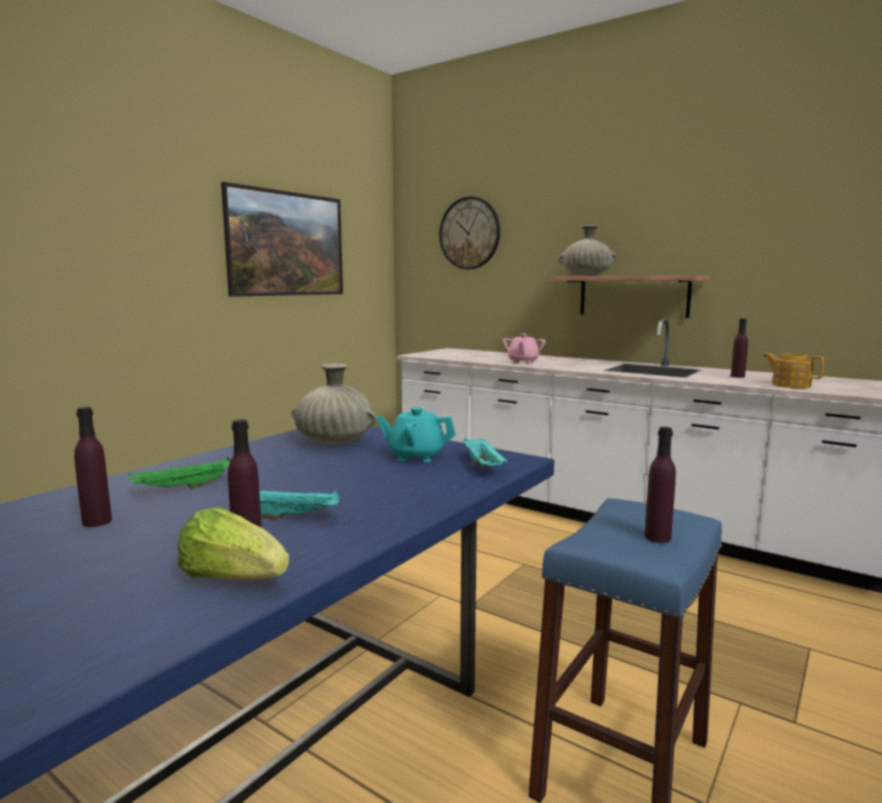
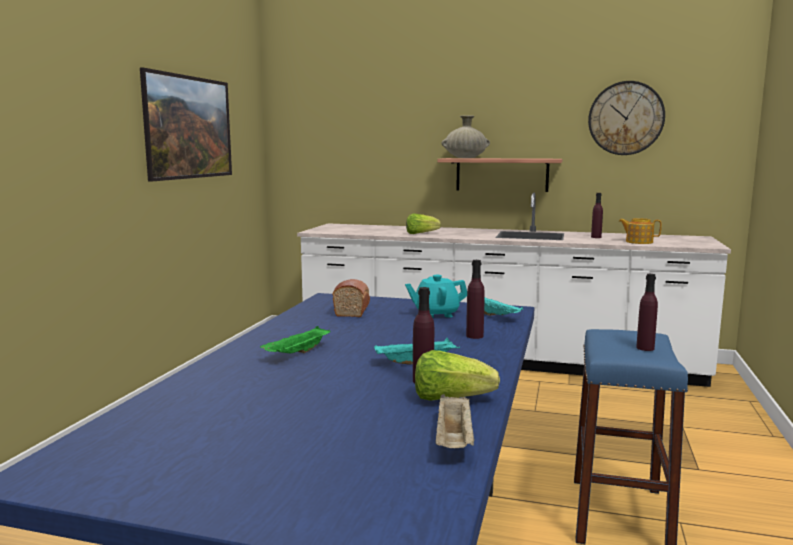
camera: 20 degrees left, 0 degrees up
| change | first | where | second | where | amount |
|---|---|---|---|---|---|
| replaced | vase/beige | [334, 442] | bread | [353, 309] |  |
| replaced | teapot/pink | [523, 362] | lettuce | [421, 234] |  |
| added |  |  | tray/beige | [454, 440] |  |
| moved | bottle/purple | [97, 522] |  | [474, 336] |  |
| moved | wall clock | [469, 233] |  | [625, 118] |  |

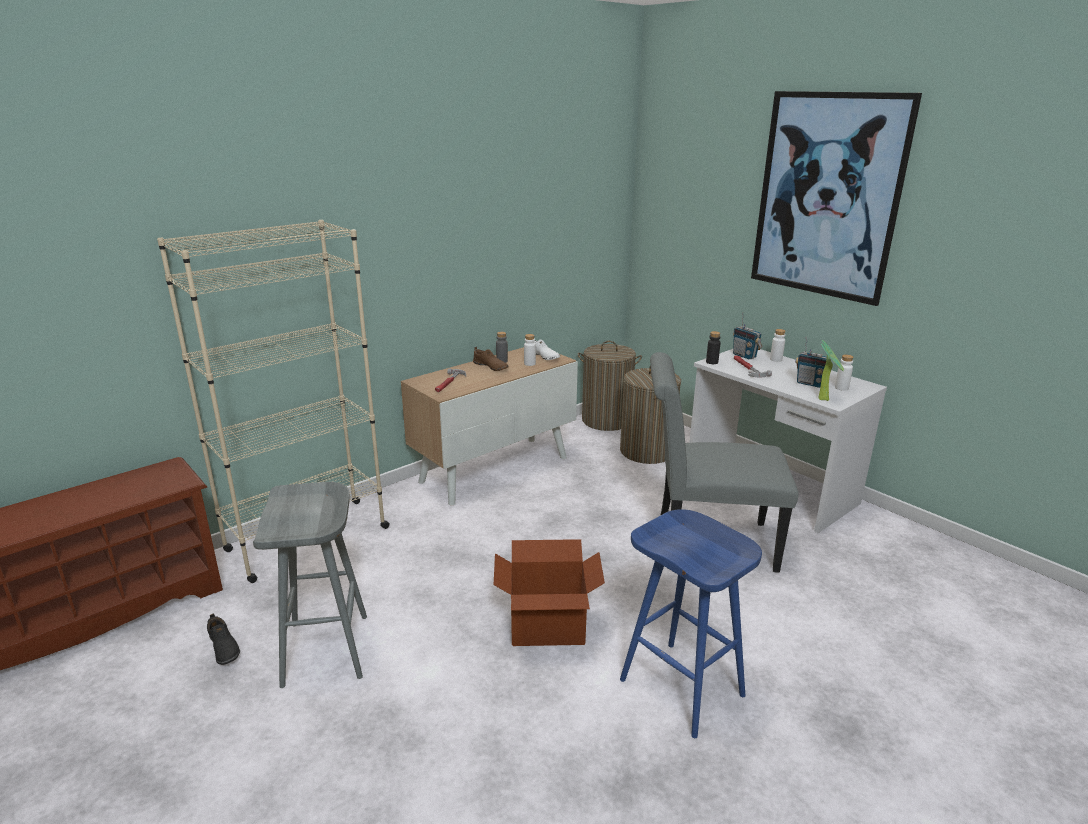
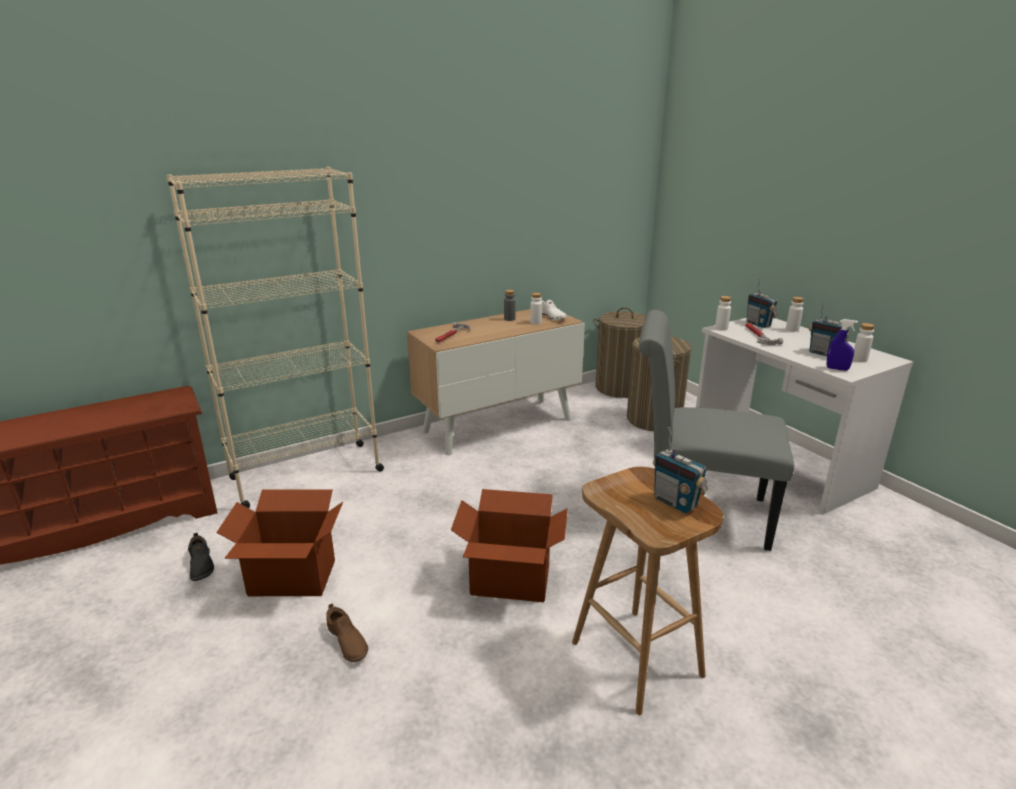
camera: 10 degrees right, 0 degrees up
| change | first | where | second | where | amount |
|---|---|---|---|---|---|
| replaced | stool/grey | [327, 650] | cardboard box | [292, 579] |  |
| moved | shoe/brown | [490, 367] |  | [346, 642] |  |
| recoloured | stool/blue | [683, 687] | stool/brown | [638, 659] |  |
| added |  |  | radio | [675, 502] |  |
| recoloured | bottle/black | [712, 362] | bottle/white | [721, 328] |  |
| replaced | potted plant | [824, 399] | spray bottle/blue | [837, 369] |  |
| removed | picture | [827, 196] |  |  |  |

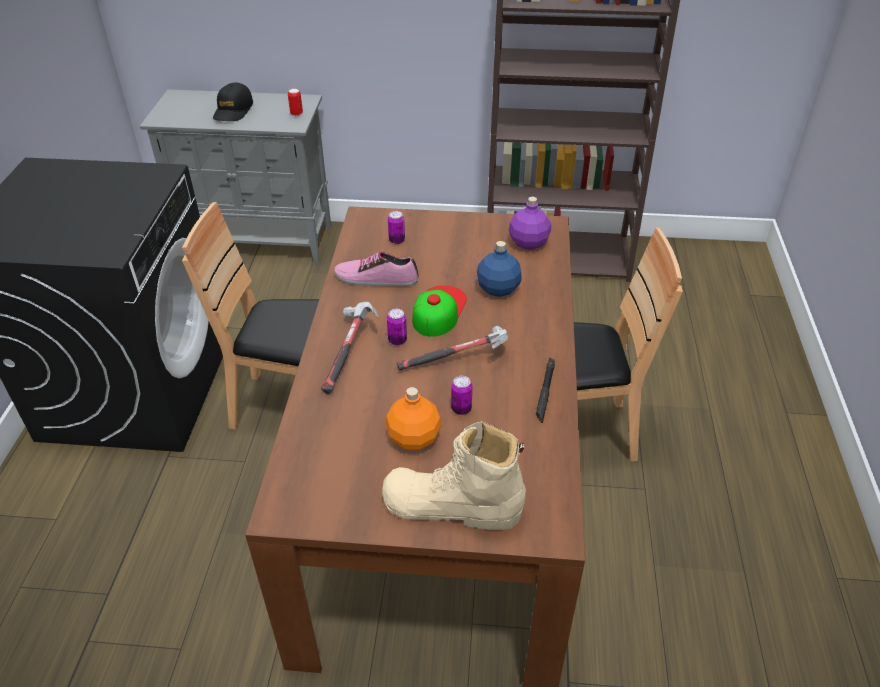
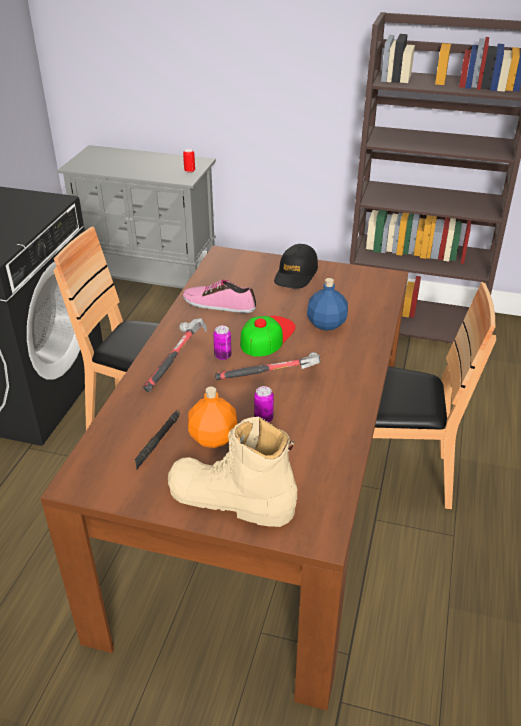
camera: 10 degrees right, 5 degrees down
| change | first | where | second | where | amount |
|---|---|---|---|---|---|
| moved | flashlight/black | [545, 392] |  | [157, 442] |  |
| moved | cap/black | [233, 110] |  | [296, 274] |  |
| removed | can | [397, 240] |  |  |  |
| removed | bottle/purple | [528, 243] |  |  |  |

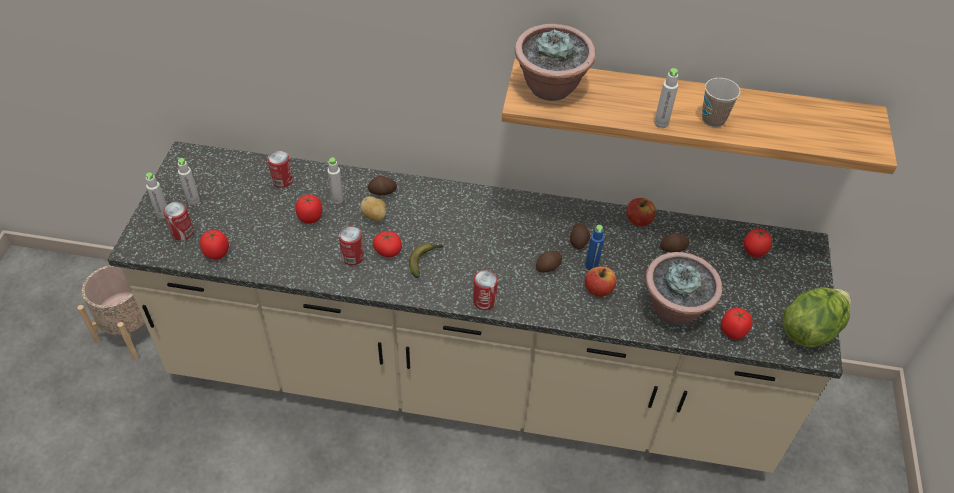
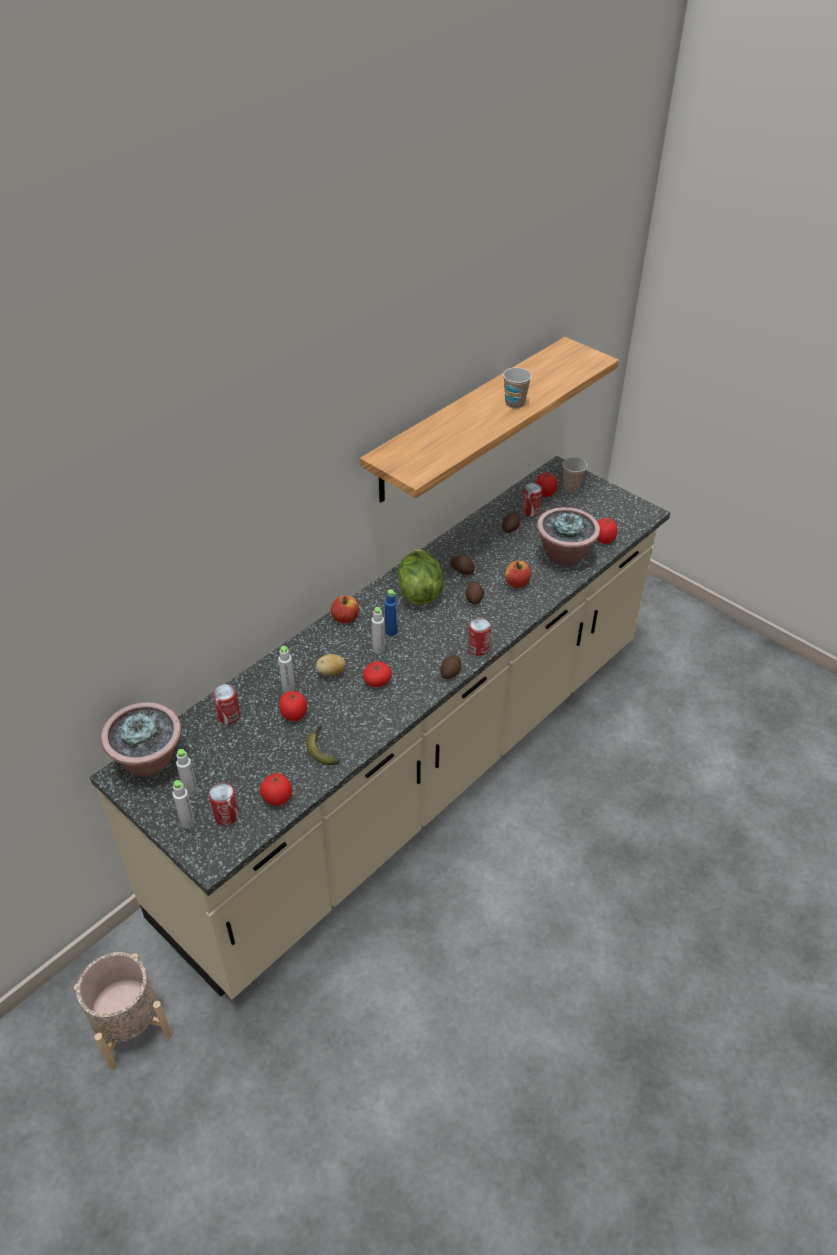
camera: 55 degrees left, 5 degrees down
| change | first | where | second | where | amount |
|---|---|---|---|---|---|
| moved | potted plant | [551, 88] |  | [149, 761] |  |
| moved | banana | [425, 260] |  | [321, 749] |  |
| moved | apple | [638, 220] |  | [345, 618] |  |
| moved | bottle/grey | [661, 123] |  | [378, 649] |  |
| moved | bottle/blue | [591, 266] |  | [391, 631] |  |
| moved | lettuce | [810, 330] |  | [419, 591] |  |
| moved | potato | [382, 192] |  | [451, 672] |  |
| moved | can | [352, 257] |  | [530, 511] |  |
| added |  |  | cup | [571, 487] |  |

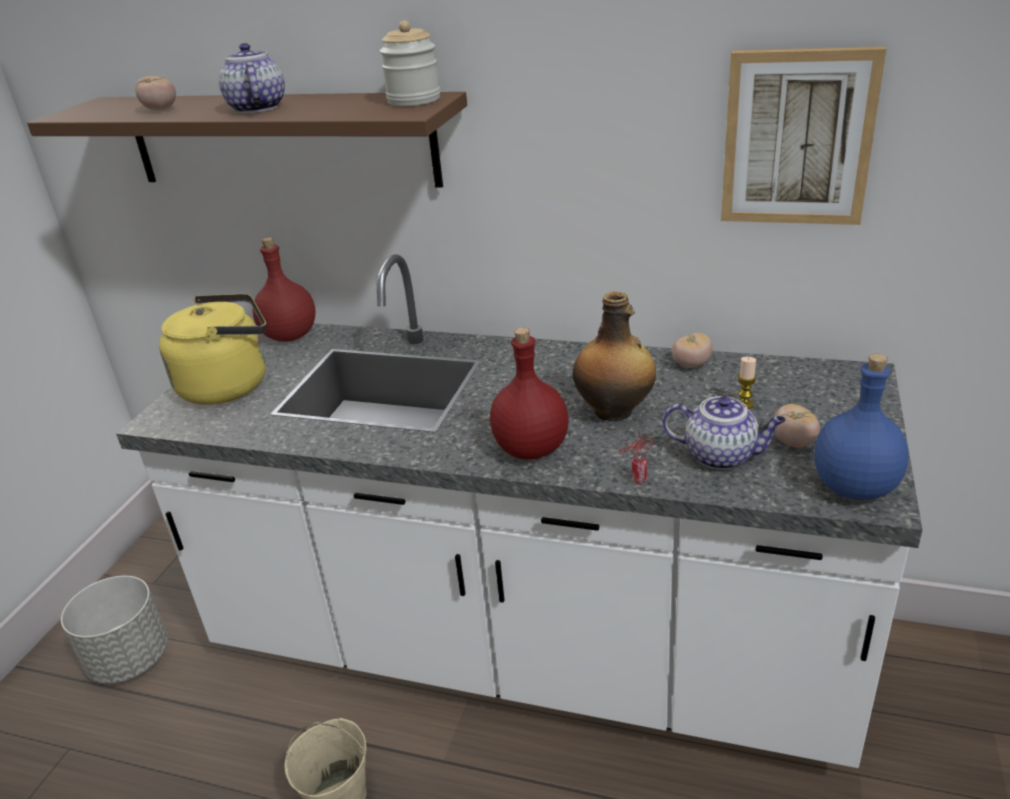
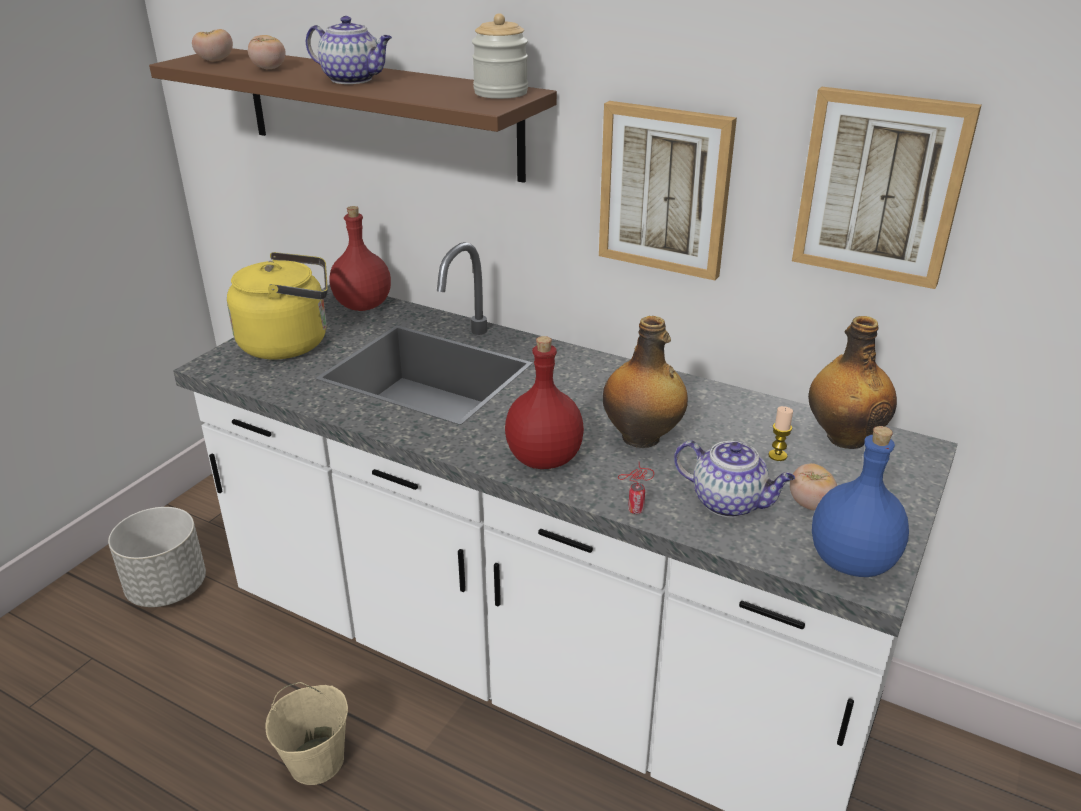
camera: 10 degrees right, 0 degrees up
| change | first | where | second | where | amount |
|---|---|---|---|---|---|
| moved | tomato | [691, 364] |  | [215, 61] |  |
| turned | teapot | [256, 108] |  | [353, 80] | 120 degrees clockwise |
| added |  |  | picture | [665, 189] |  |
| added |  |  | bottle | [844, 437] |  |

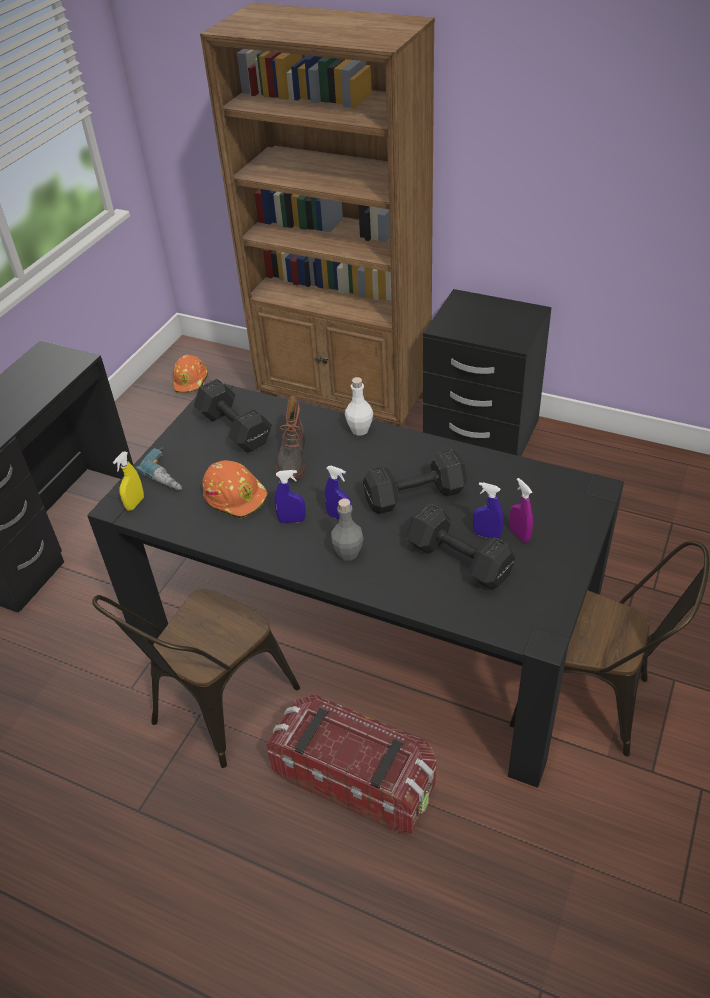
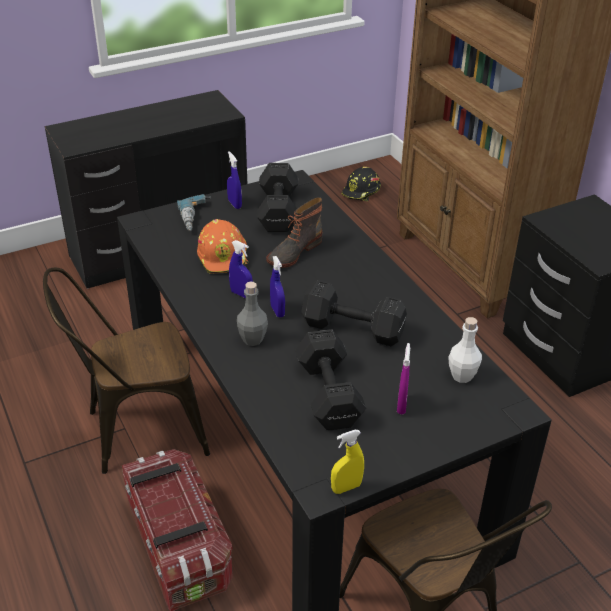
camera: 35 degrees right, 5 degrees down
| change | first | where | second | where | amount |
|---|---|---|---|---|---|
| moved | spray bottle/blue | [487, 535] |  | [234, 204] |  |
| moved | spray bottle/yellow | [135, 503] |  | [346, 487] |  |
| recoloured | hard hat/orange | [191, 381] | hard hat/black | [361, 192] |  |
| moved | bottle/white | [360, 430] |  | [462, 376] |  |

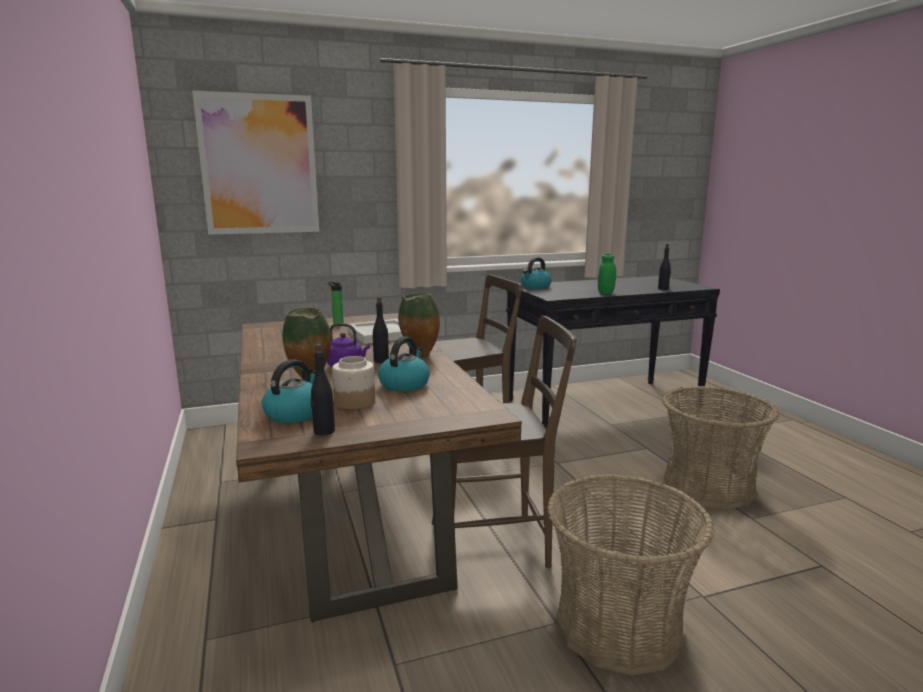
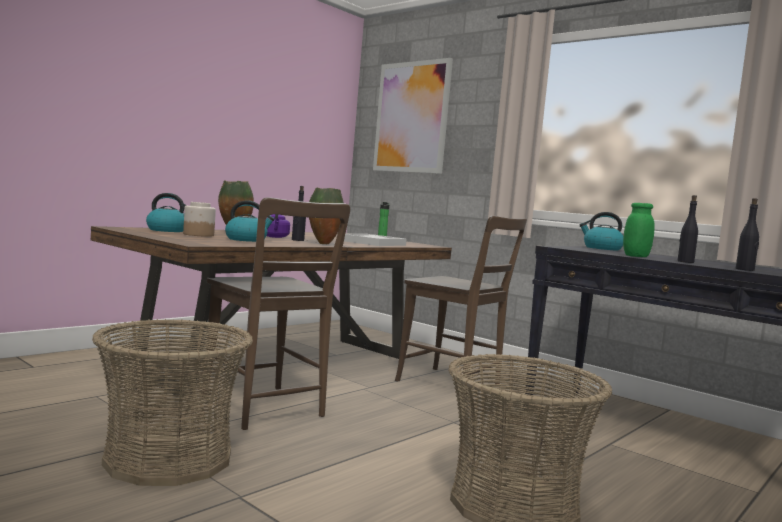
camera: 60 degrees right, 10 degrees down
| change | first | where | second | where | amount |
|---|---|---|---|---|---|
| moved | bottle/black | [323, 431] |  | [685, 262] |  |

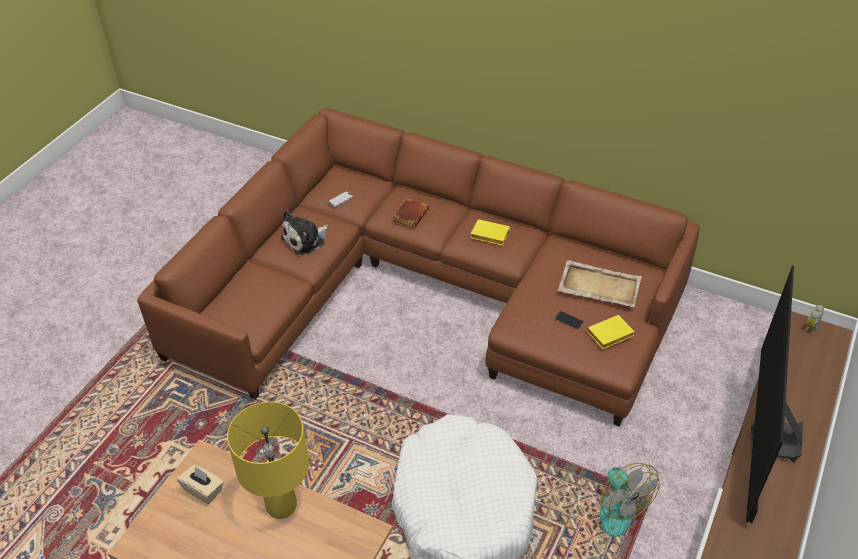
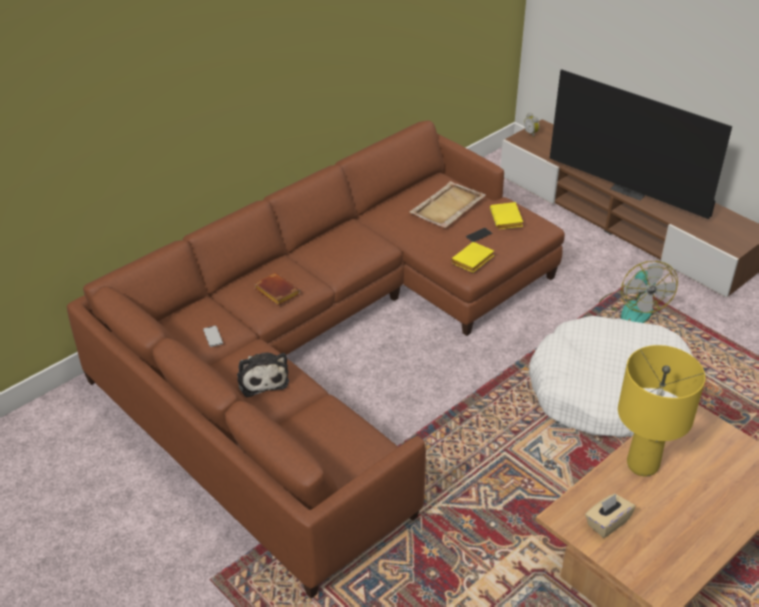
camera: 70 degrees left, 5 degrees down
| change | first | where | second | where | amount |
|---|---|---|---|---|---|
| moved | book/yellow | [488, 235] |  | [472, 261] |  |
| turned | fan | [609, 506] |  | [632, 308] | 90 degrees clockwise |

